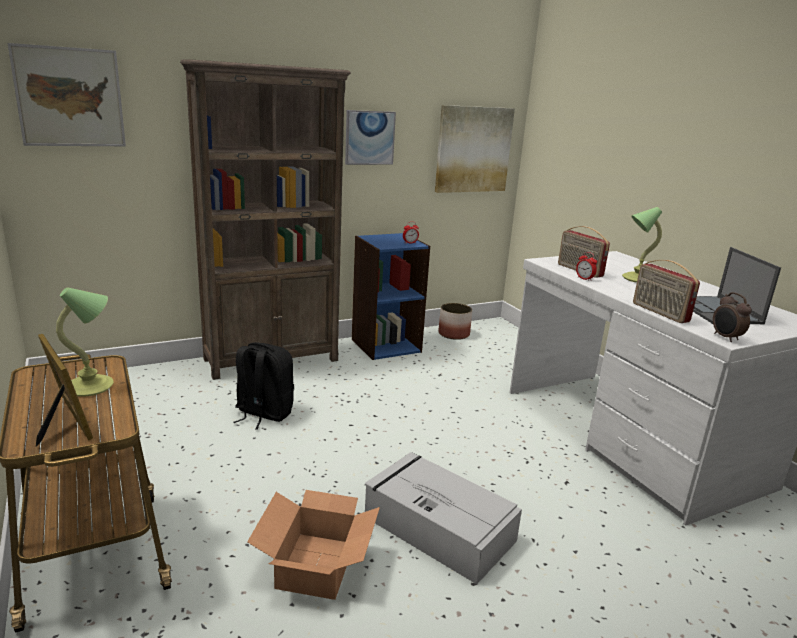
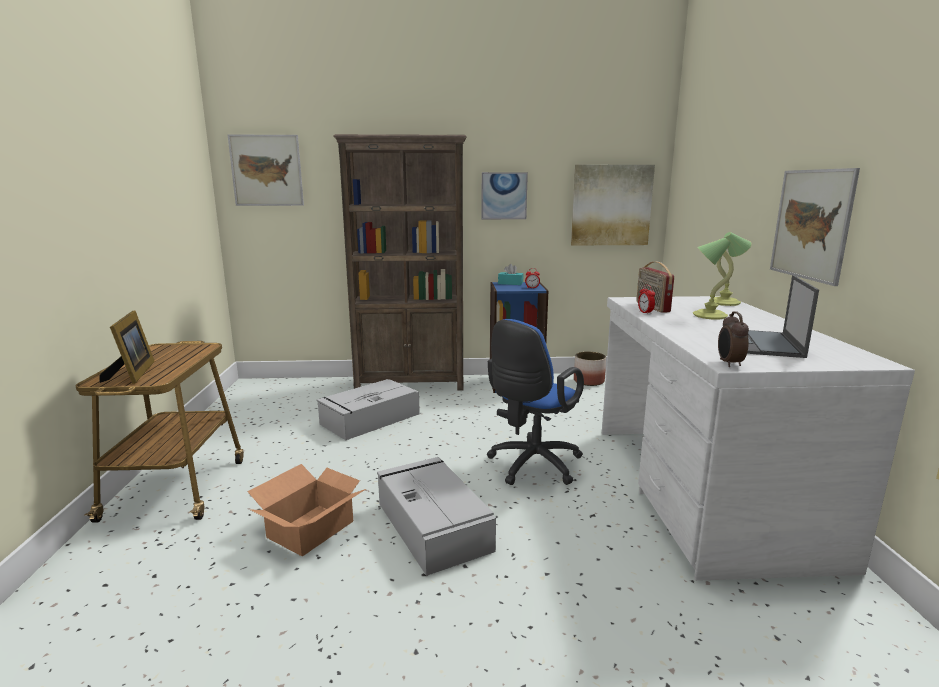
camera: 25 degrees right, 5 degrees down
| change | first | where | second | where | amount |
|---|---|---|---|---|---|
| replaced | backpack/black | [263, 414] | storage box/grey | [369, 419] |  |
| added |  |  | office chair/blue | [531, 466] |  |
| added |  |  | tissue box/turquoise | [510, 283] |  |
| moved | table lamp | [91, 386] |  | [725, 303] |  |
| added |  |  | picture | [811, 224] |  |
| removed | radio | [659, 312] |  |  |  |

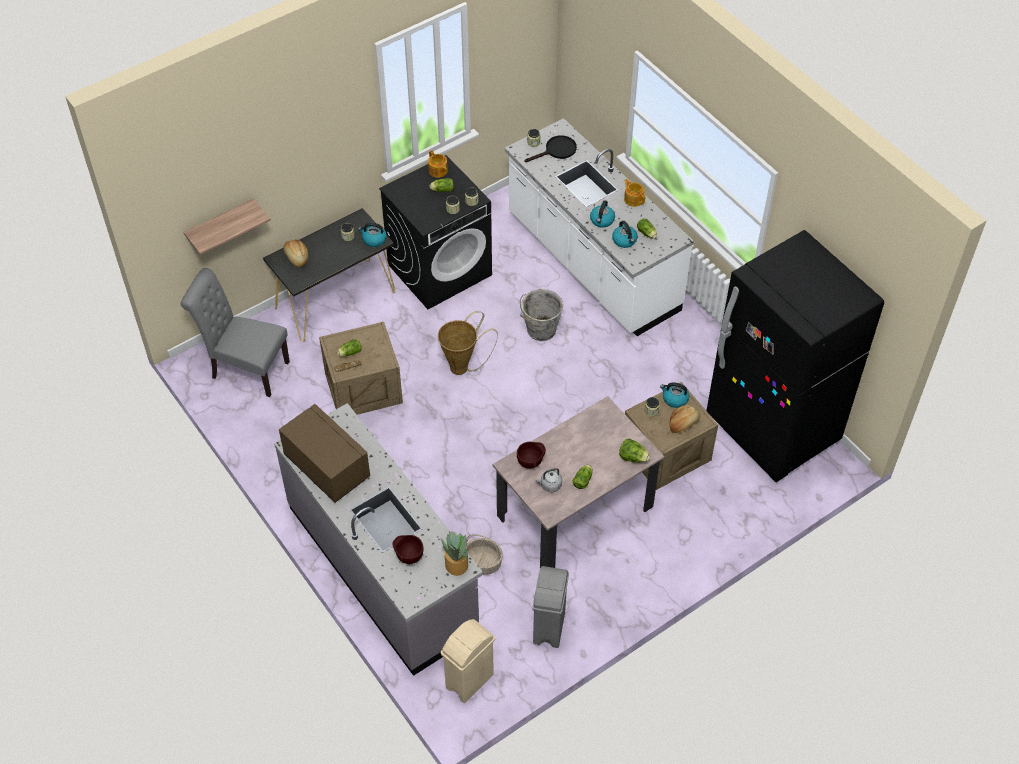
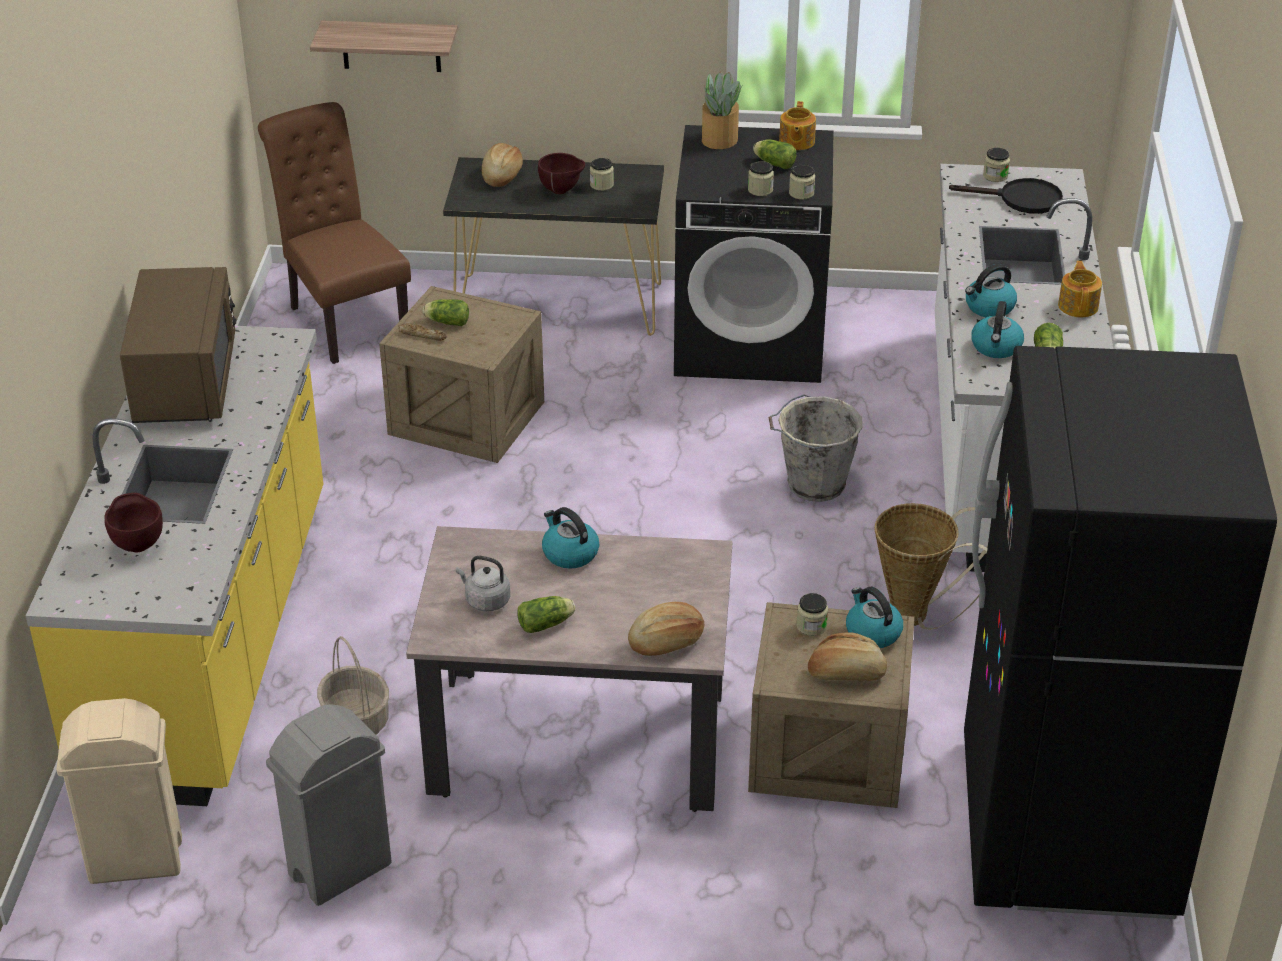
camera: 40 degrees right, 15 degrees down
| change | first | where | second | where | amount |
|---|---|---|---|---|---|
| recoloured | counter/grey | [383, 568] | counter/yellow | [213, 640] |  |
| recoloured | chair/grey | [245, 369] | chair/brown | [344, 319] |  |
| moved | bowl/brown | [531, 462] |  | [562, 191] |  |
| moved | kettle | [374, 240] |  | [569, 553] |  |
| replaced | lettuce | [633, 457] | bread | [667, 642] |  |
| moved | potted plant | [456, 565] |  | [719, 140] |  |
| moved | basket | [463, 366] |  | [918, 616] |  |

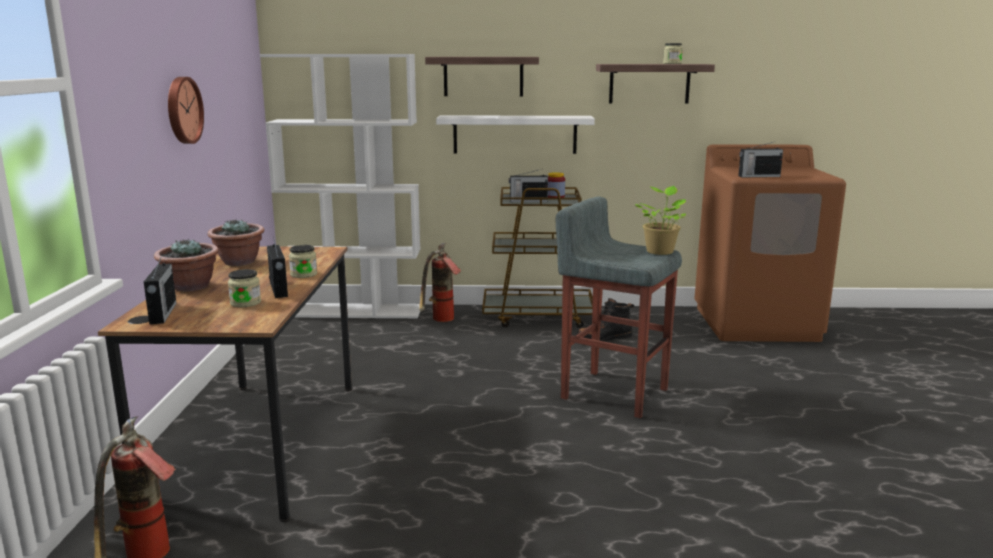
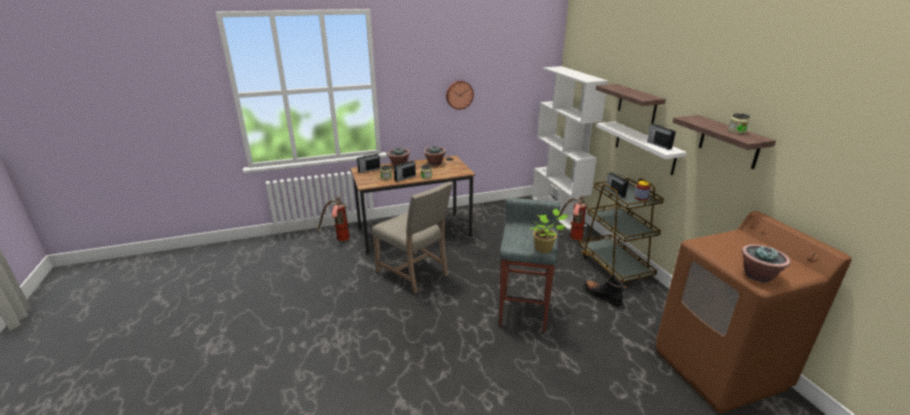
camera: 70 degrees right, 10 degrees up
| change | first | where | second | where | amount |
|---|---|---|---|---|---|
| added |  |  | chair/beige | [415, 273] |  |
| moved | radio | [758, 176] |  | [658, 145] |  |
| added |  |  | potted plant | [758, 276] |  |

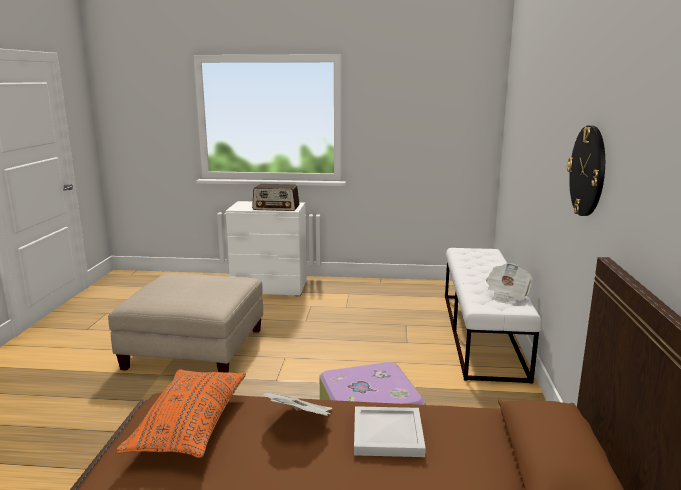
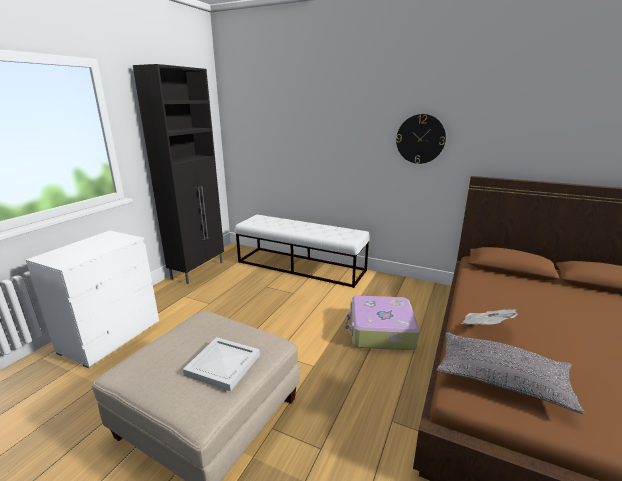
camera: 70 degrees left, 5 degrees up
| change | first | where | second | where | amount |
|---|---|---|---|---|---|
| added |  |  | cabinet/black | [198, 270] |  |
| moved | tray/white | [386, 433] |  | [222, 365] |  |
| recoloured | pillow/orange | [190, 425] | pillow/grey | [501, 380] |  |
| removed | radio | [276, 208] |  |  |  |
| removed | newspaper | [507, 295] |  |  |  |

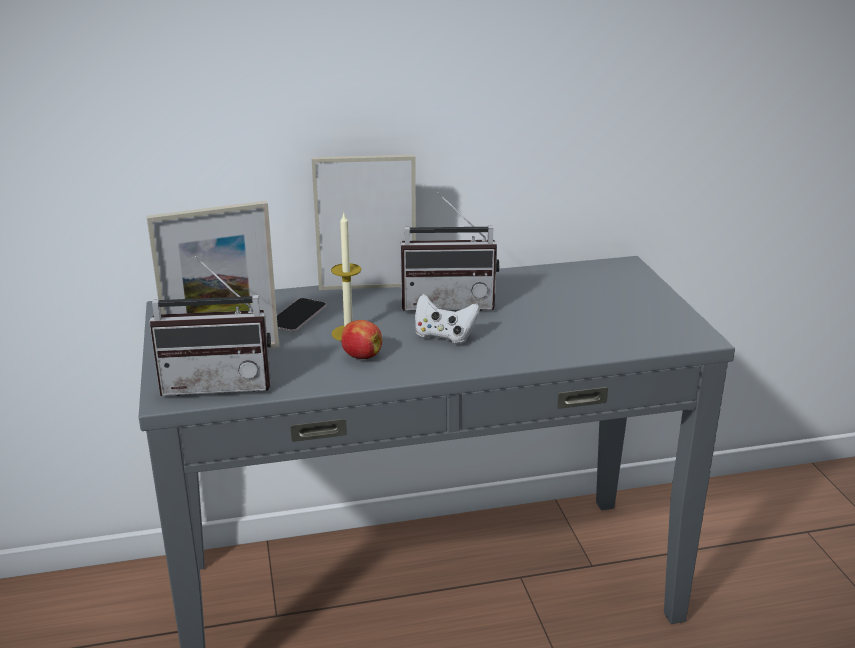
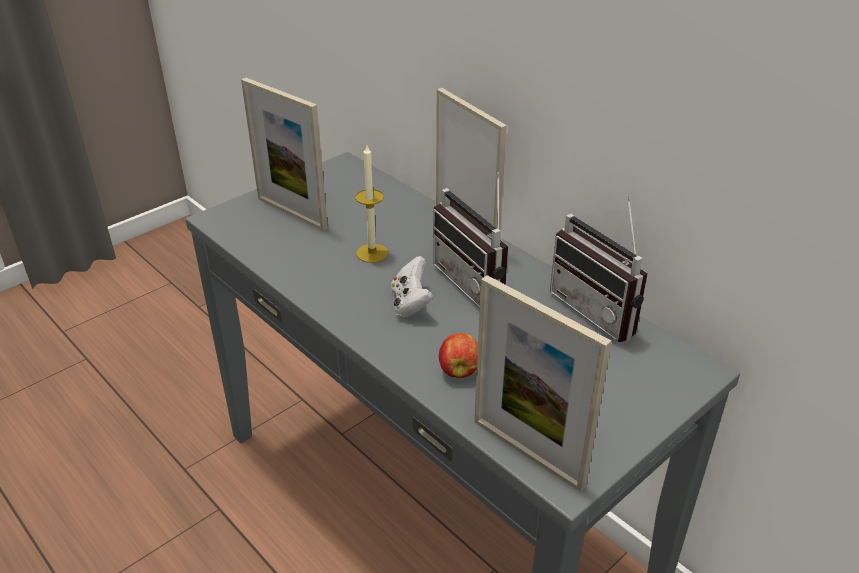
camera: 60 degrees right, 10 degrees up
| change | first | where | second | where | amount |
|---|---|---|---|---|---|
| moved | apple | [361, 356] |  | [459, 370] |  |
| added |  |  | picture frame | [527, 453] |  |
| moved | radio | [218, 383] |  | [601, 310] |  |
| removed | phone | [297, 316] |  |  |  |

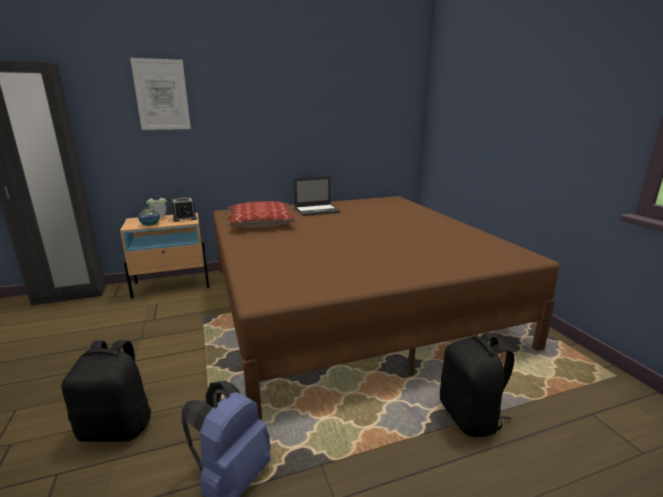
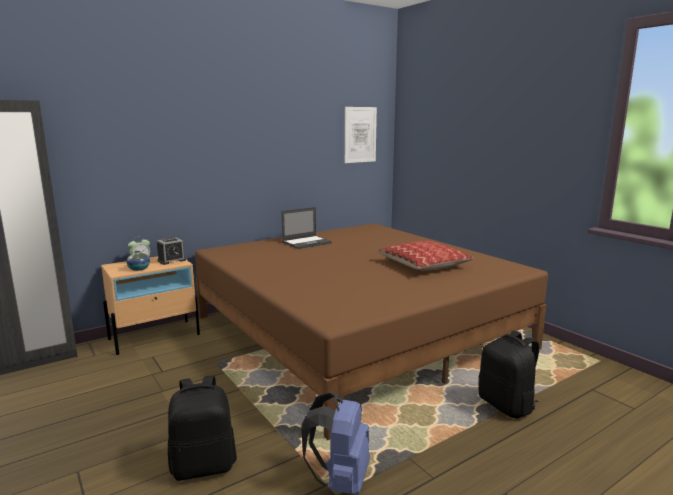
camera: 15 degrees left, 5 degrees down
| change | first | where | second | where | amount |
|---|---|---|---|---|---|
| moved | picture | [161, 95] |  | [360, 134] |  |
| moved | pillow | [261, 222] |  | [423, 264] |  |

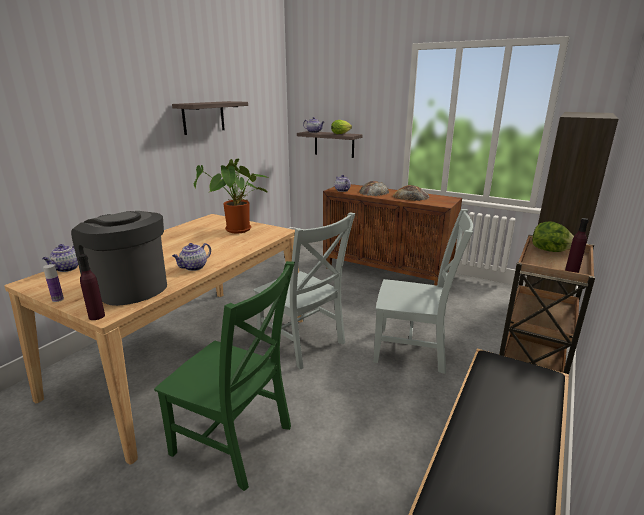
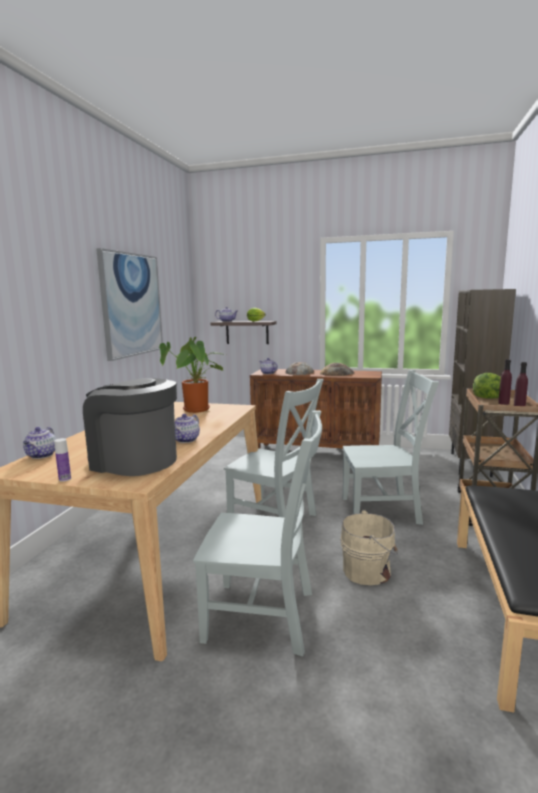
camera: 15 degrees left, 10 degrees down
| change | first | where | second | where | amount |
|---|---|---|---|---|---|
| replaced | shelf | [203, 117] | picture | [132, 304] |  |
| recoloured | chair/green | [236, 442] | chair/grey | [265, 617] |  |
| added |  |  | bucket/beige | [369, 571] |  |
| moved | bottle/purple | [97, 316] |  | [503, 403] |  |

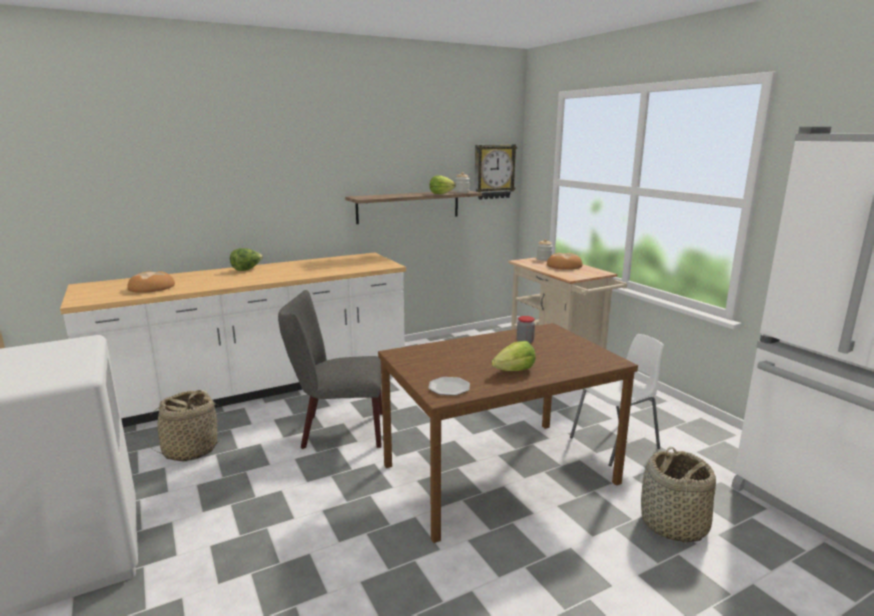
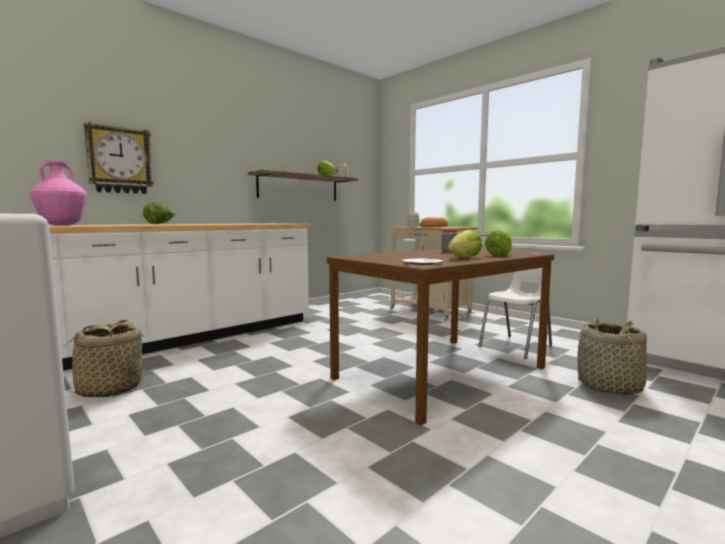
camera: 15 degrees left, 10 degrees down
| change | first | where | second | where | amount |
|---|---|---|---|---|---|
| replaced | bread | [152, 287] | vase/pink | [62, 225] |  |
| moved | wall clock | [493, 171] |  | [119, 160] |  |
| added |  |  | lettuce | [499, 255] |  |
| removed | chair/grey | [337, 431] |  |  |  |

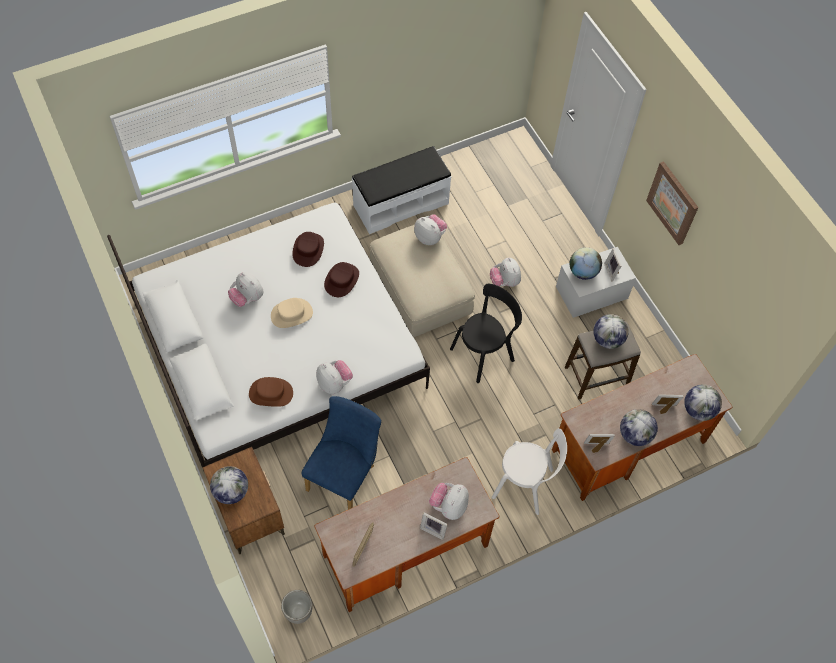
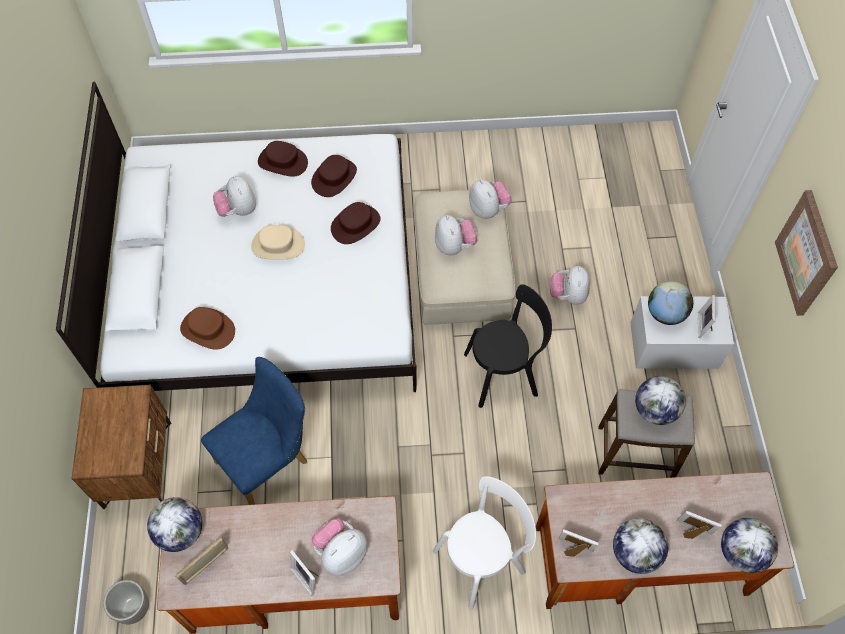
camera: 25 degrees right, 0 degrees up
| change | first | where | second | where | amount |
|---|---|---|---|---|---|
| moved | globe | [231, 491] |  | [180, 532] |  |
| added |  |  | hat/brown | [283, 162] |  |
| turned | chair/white | [525, 485] |  | [482, 558] | 75 degrees counterclockwise |
| moved | plush toy | [334, 383] |  | [454, 246] |  |
| removed | bench/white | [400, 204] |  |  |  |

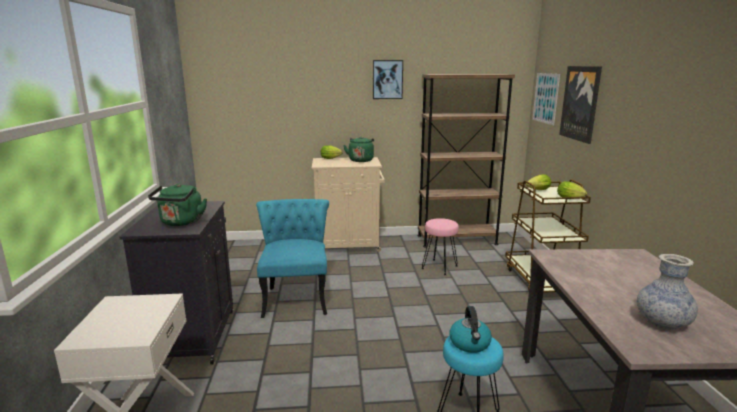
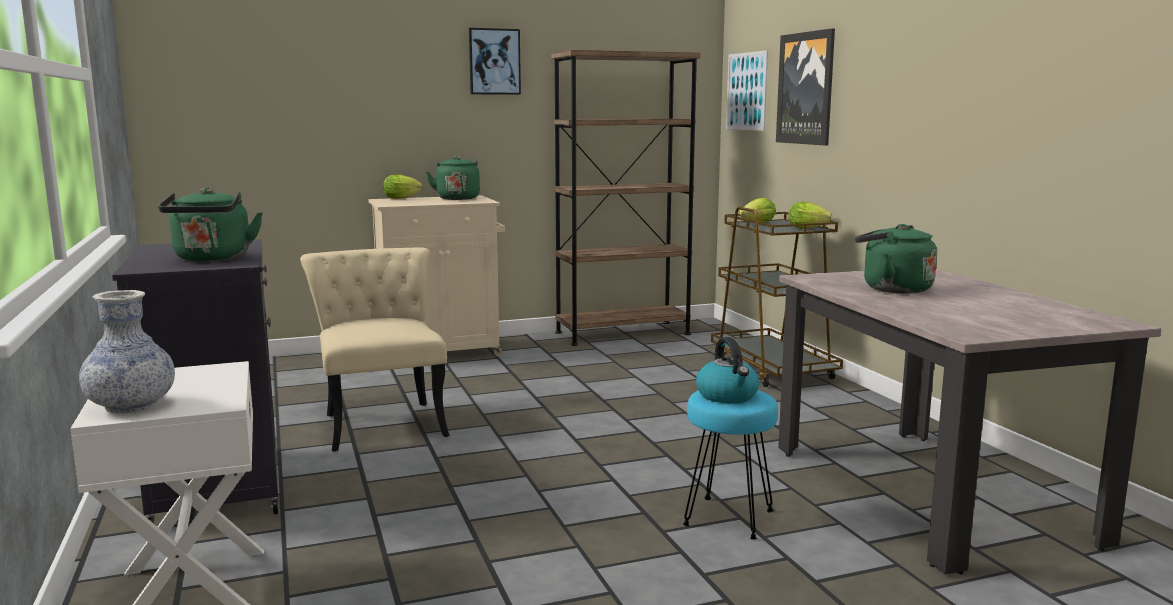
camera: 15 degrees left, 5 degrees down
| change | first | where | second | where | amount |
|---|---|---|---|---|---|
| moved | vase | [662, 322] |  | [131, 406] |  |
| recoloured | chair/turquoise | [296, 296] | chair/beige | [382, 421] |  |
| added |  |  | kettle/green | [892, 289] |  |
| removed | stool/pink | [439, 267] |  |  |  |

